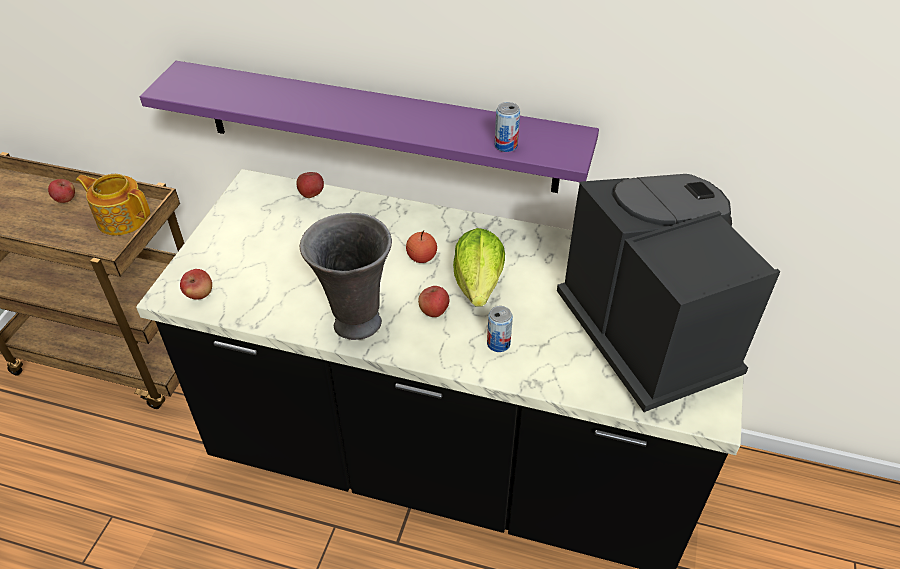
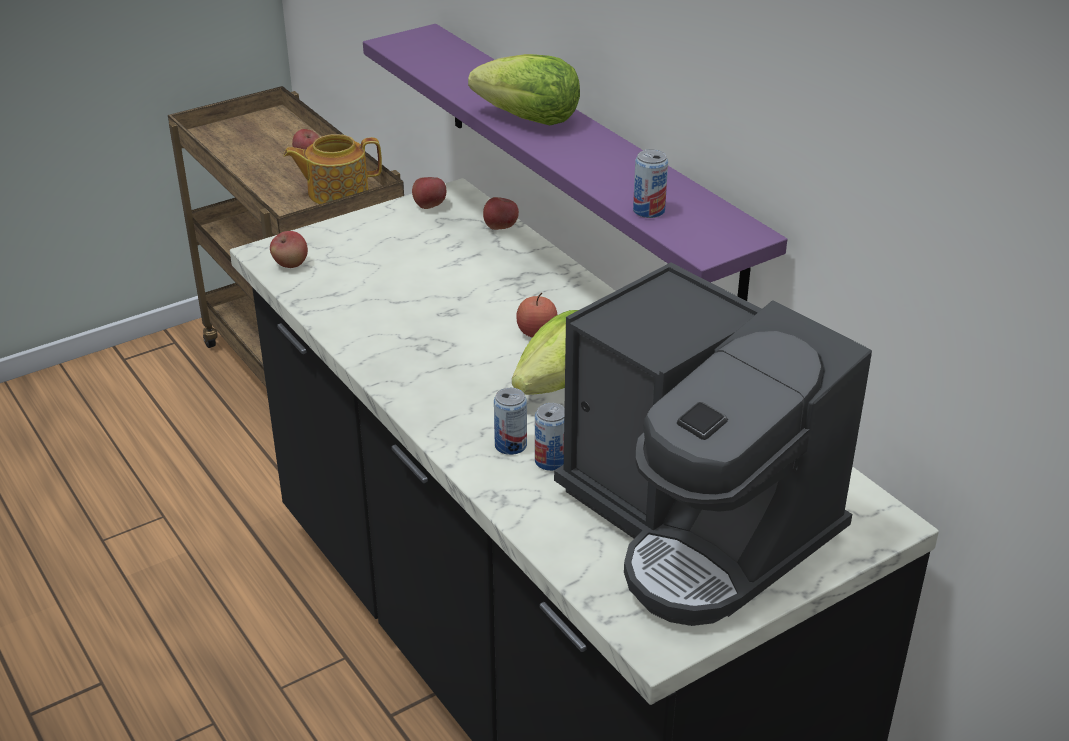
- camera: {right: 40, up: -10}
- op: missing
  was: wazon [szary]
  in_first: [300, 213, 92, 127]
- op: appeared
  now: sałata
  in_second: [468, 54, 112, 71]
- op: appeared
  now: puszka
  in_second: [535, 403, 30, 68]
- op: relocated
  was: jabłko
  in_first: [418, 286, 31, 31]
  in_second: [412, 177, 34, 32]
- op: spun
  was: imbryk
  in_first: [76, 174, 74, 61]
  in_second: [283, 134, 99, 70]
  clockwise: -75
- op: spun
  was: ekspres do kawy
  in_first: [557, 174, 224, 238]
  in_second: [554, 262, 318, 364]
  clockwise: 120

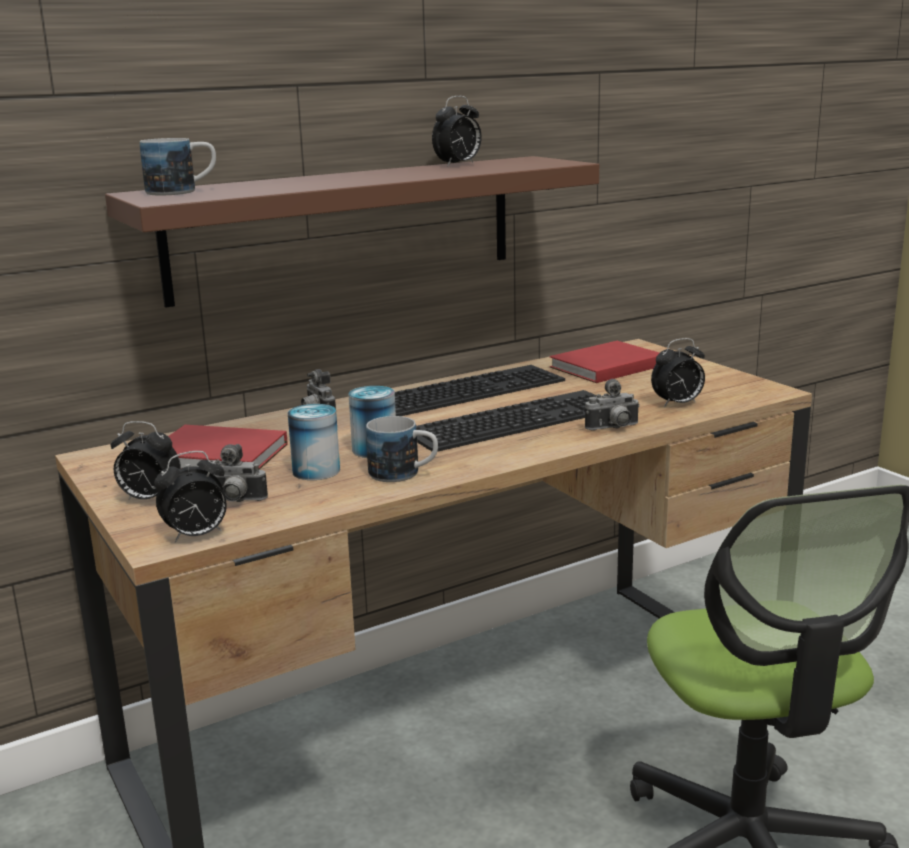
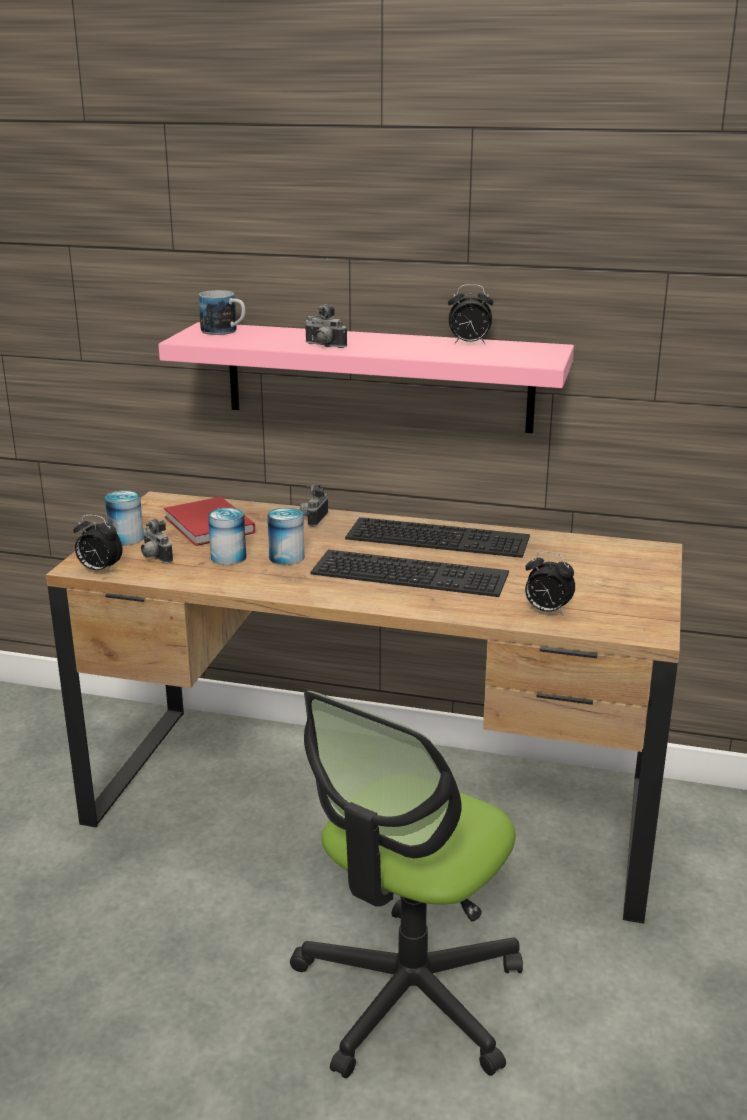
- camera: {right: 45, up: 5}
- op: missing
  was: kubek
  in_first: [366, 416, 72, 66]
- op: missing
  was: książka [czerwony]
  in_first: [550, 341, 109, 42]
- op: relocated
  was: aparat fotograficzny
  in_first: [585, 379, 55, 52]
  in_second: [304, 304, 43, 44]
- op: exchanged
  was: budzik
  now: puszka
  in_first: [111, 421, 70, 79]
  in_second: [105, 490, 39, 56]
- op: colour
  was: półka [brązowy]
  now: półka [różowy]
  in_first: [105, 156, 494, 152]
  in_second: [158, 322, 416, 111]

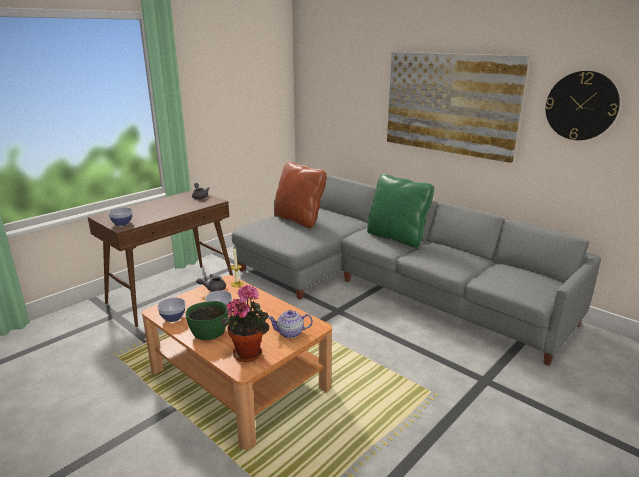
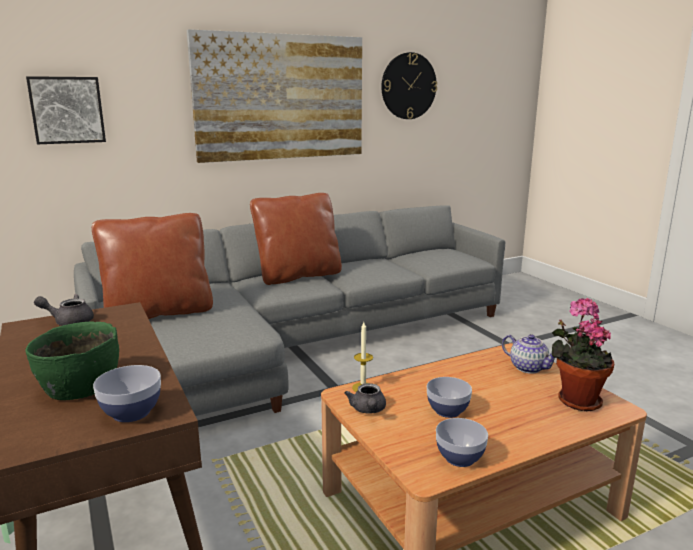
- camera: {right: -70, up: -5}
- op: appeared
  now: obraz
  in_second: [26, 76, 80, 68]
- op: relocated
  was: miska [zielony]
  in_first: [185, 301, 43, 39]
  in_second: [25, 321, 94, 79]
- op: colour
  was: poduszka [zielony]
  now: poduszka [brązowy]
  in_first: [367, 174, 67, 74]
  in_second: [250, 193, 92, 92]
- op: spun
  was: imbryk
  in_first: [268, 310, 45, 28]
  in_second: [502, 334, 53, 40]
  clockwise: -60

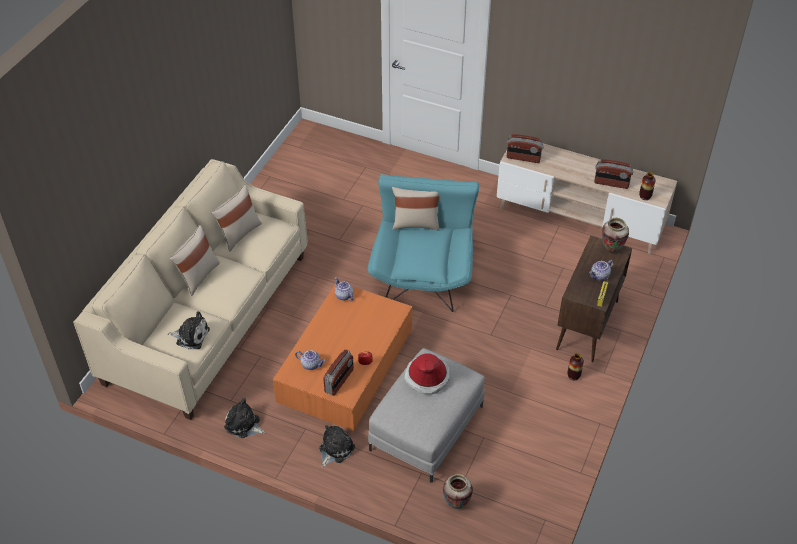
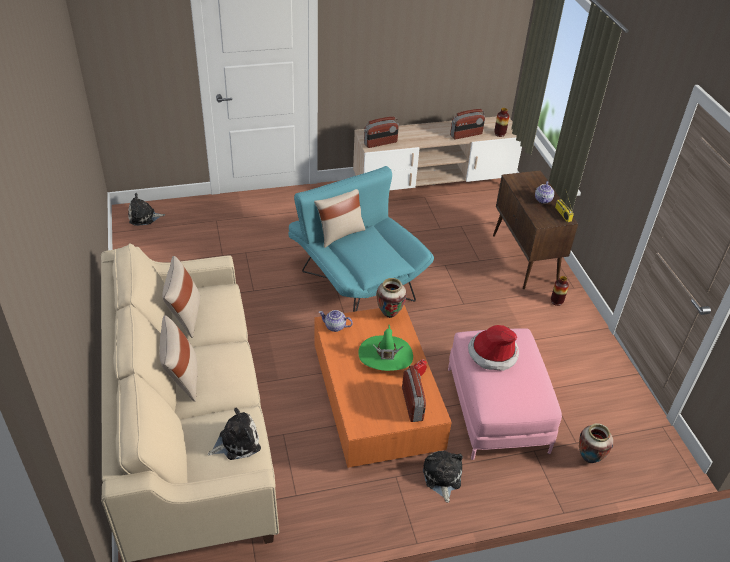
- camera: {right: -40, up: -5}
- op: missing
  was: imbryk
  in_first: [295, 350, 30, 20]
- op: appeared
  now: kapelusz [zielony]
  in_second: [358, 325, 55, 46]
- op: relocated
  was: pluszak
  in_first: [224, 398, 41, 40]
  in_second: [128, 193, 37, 33]
- op: relocated
  was: wazon
  in_first: [601, 218, 28, 35]
  in_second: [376, 278, 31, 40]
- op: colour
  was: pufa [szary]
  now: pufa [różowy]
  in_first: [368, 348, 117, 135]
  in_second: [448, 328, 114, 132]

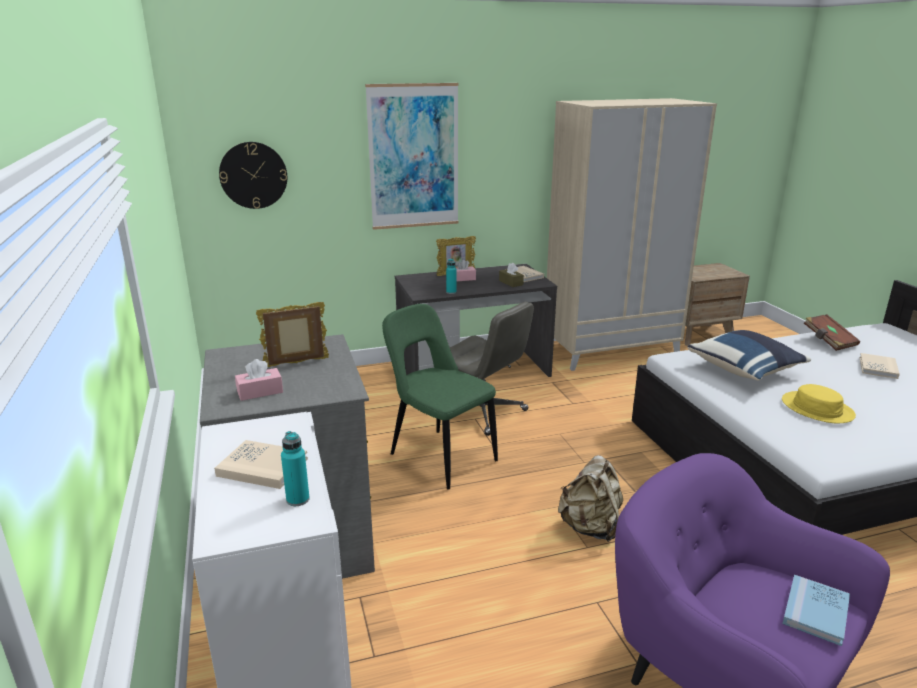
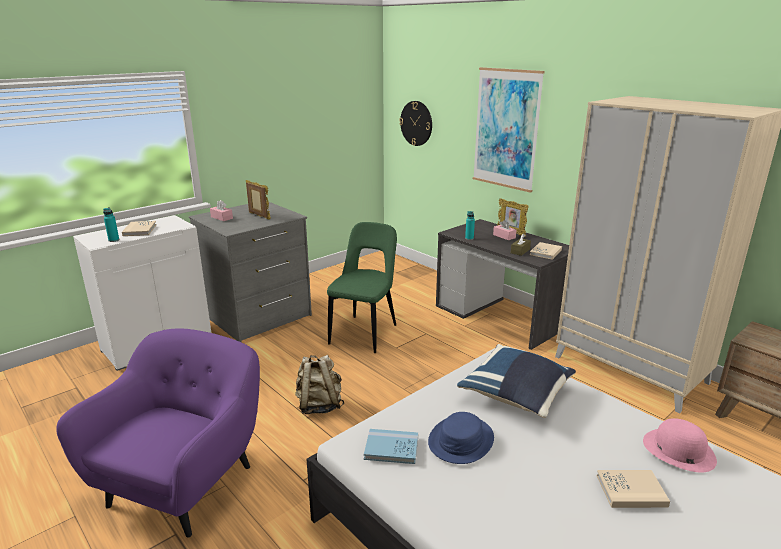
- camera: {right: 65, up: 0}
- op: missing
  was: krzesło biurowe [szary]
  in_first: [449, 301, 85, 135]
- op: relocated
  was: książka [niebieski]
  in_first: [782, 574, 68, 72]
  in_second: [364, 429, 54, 35]
- op: exchanged
  was: książka [brązowy]
  now: kapelusz [różowy]
  in_first: [804, 314, 56, 37]
  in_second: [643, 418, 74, 55]
- op: colour
  was: kapelusz [żółty]
  now: kapelusz [niebieski]
  in_first: [782, 384, 74, 39]
  in_second: [428, 412, 66, 52]

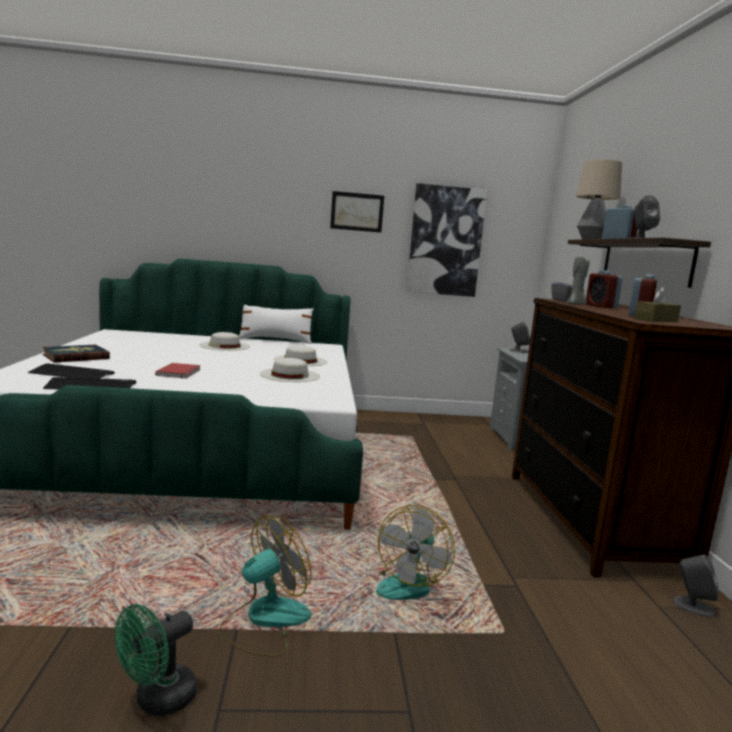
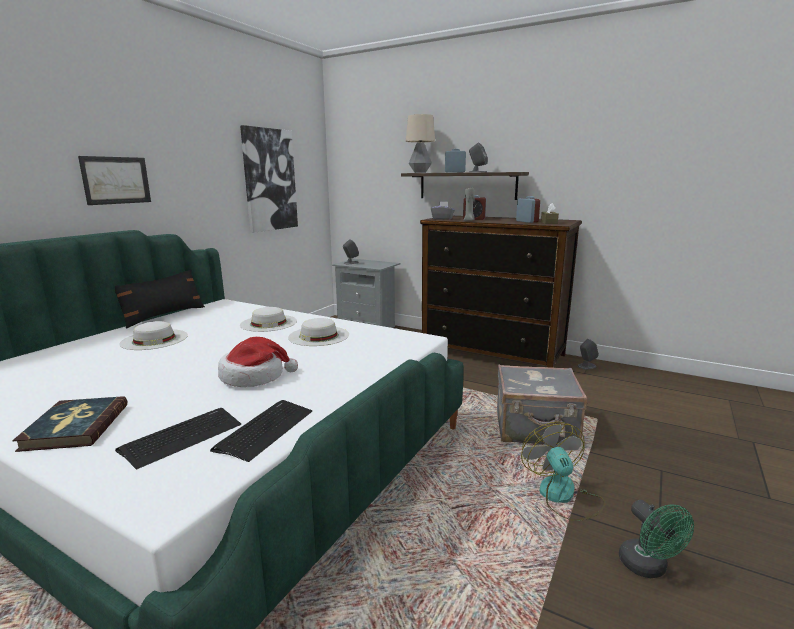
- camera: {right: -55, up: 5}
- op: relocated
  was: obraz
  in_first: [330, 191, 54, 42]
  in_second: [78, 156, 73, 49]
- op: exchanged
  was: książka [czerwony]
  now: kapelusz
  in_first: [155, 363, 46, 15]
  in_second: [218, 337, 80, 50]
- op: exchanged
  was: wentylator
  now: walizka [szary]
  in_first: [376, 505, 79, 95]
  in_second: [497, 365, 90, 82]
- op: colour
  was: poduszka [biały]
  now: poduszka [czarny]
  in_first: [239, 305, 75, 39]
  in_second: [115, 269, 90, 59]

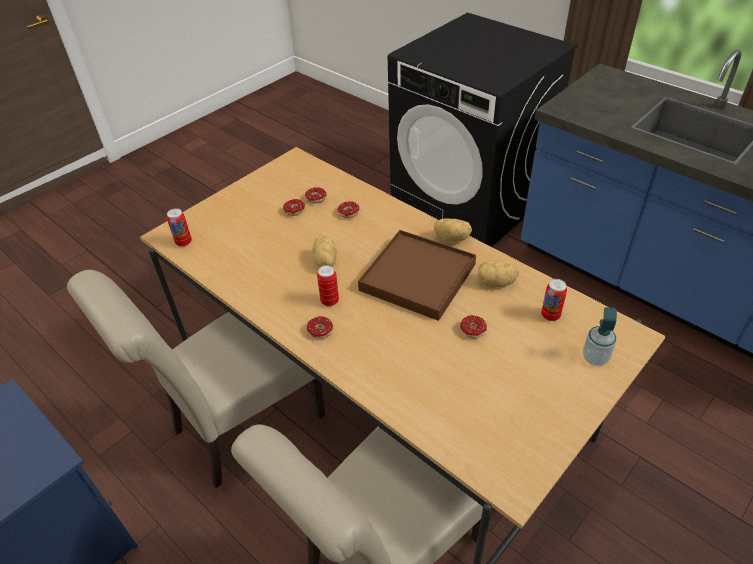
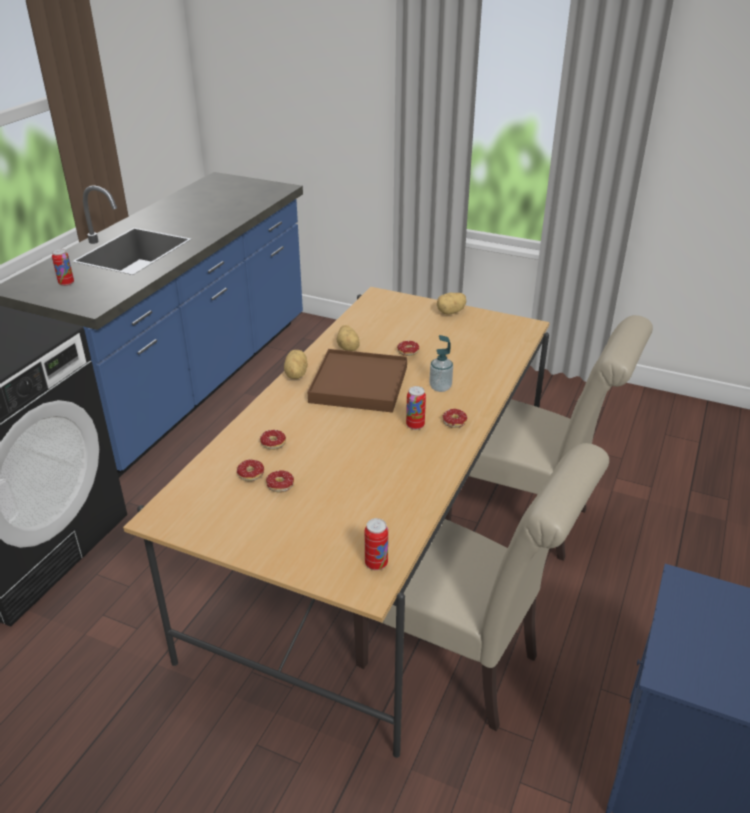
- camera: {right: -110, up: -10}
- op: relocated
  was: ziemniak
  in_first: [313, 236, 24, 31]
  in_second: [437, 293, 29, 22]
- op: relocated
  was: puszka
  in_first: [541, 279, 26, 42]
  in_second: [52, 249, 22, 37]
- op: relocated
  was: dozownik mydła
  in_first: [583, 307, 34, 59]
  in_second: [429, 335, 24, 57]

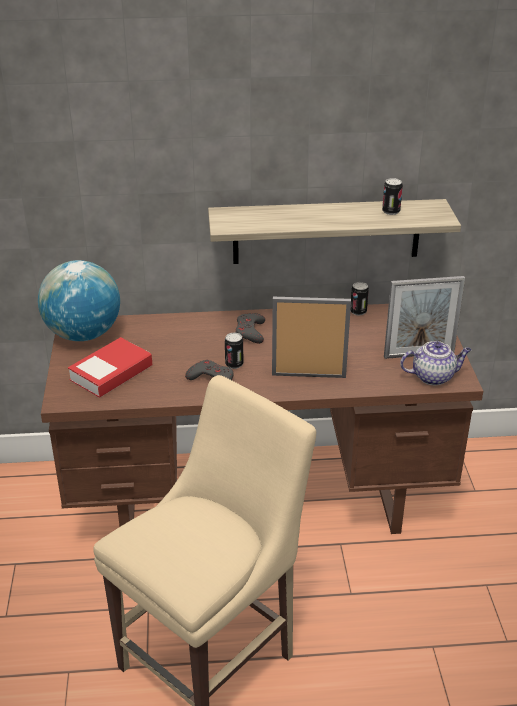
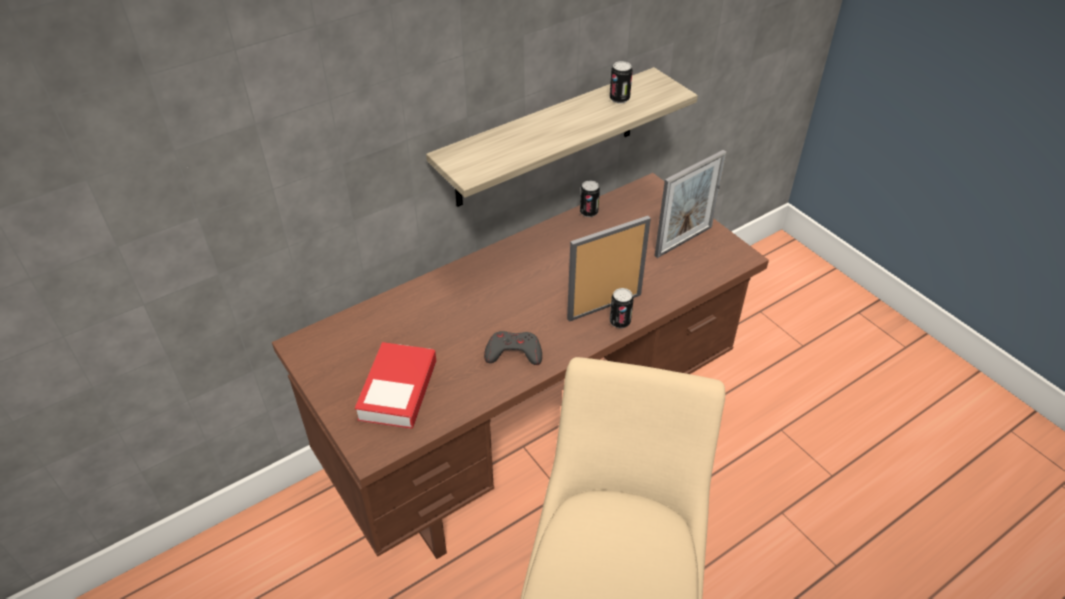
- camera: {right: -30, up: 10}
- op: missing
  was: globus
  in_first: [38, 260, 82, 81]
- op: missing
  was: pad do gier [szary]
  in_first: [235, 313, 30, 31]
- op: missing
  was: imbryk
  in_first: [400, 341, 71, 44]
- op: relocated
  was: puszka
  in_first: [225, 333, 18, 36]
  in_second: [610, 288, 24, 40]

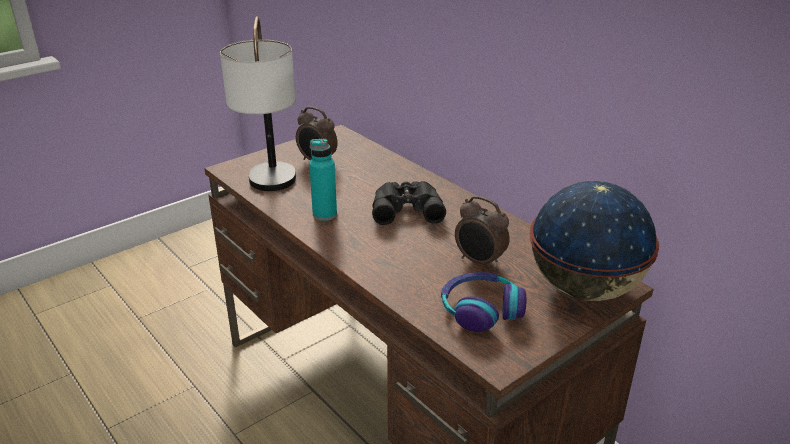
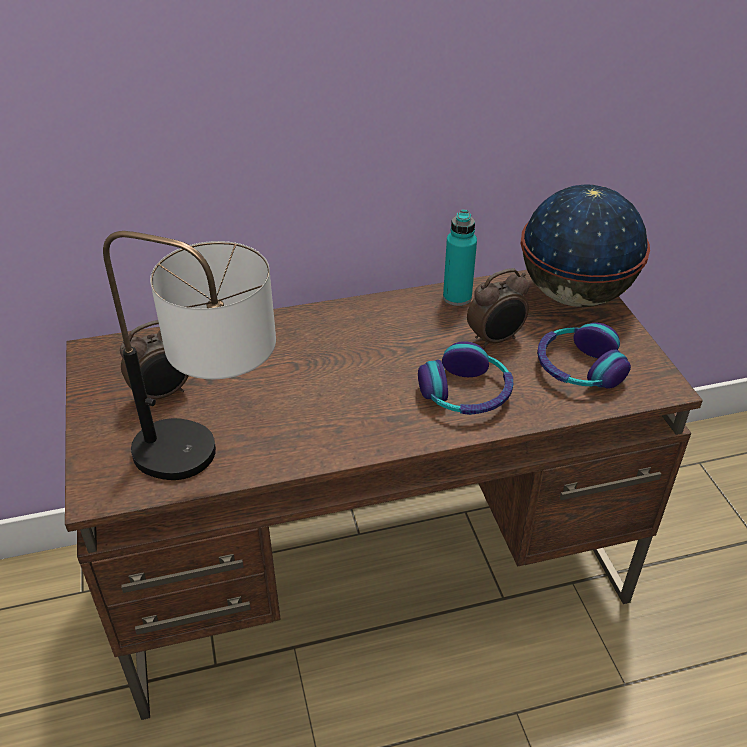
- camera: {right: -65, up: 10}
- op: missing
  was: lornetka [czarny]
  in_first: [372, 181, 74, 44]
- op: appeared
  now: słuchawki
  in_second: [418, 341, 95, 74]
- op: relocated
  was: butelka [turkusowy]
  in_first: [309, 139, 28, 82]
  in_second: [443, 210, 34, 96]

